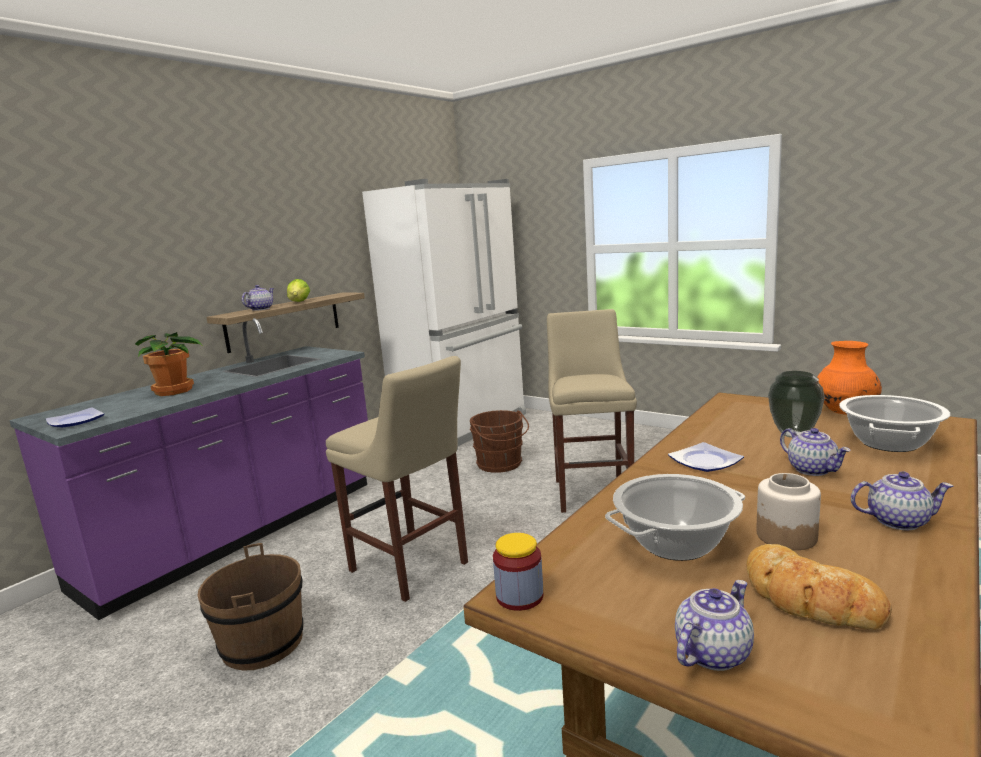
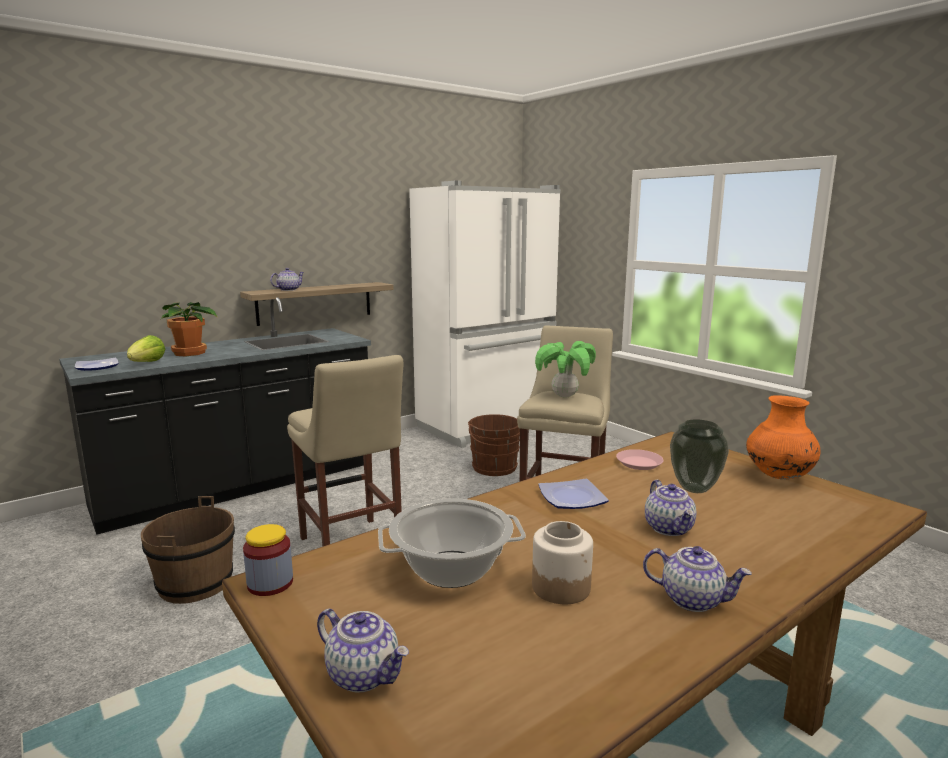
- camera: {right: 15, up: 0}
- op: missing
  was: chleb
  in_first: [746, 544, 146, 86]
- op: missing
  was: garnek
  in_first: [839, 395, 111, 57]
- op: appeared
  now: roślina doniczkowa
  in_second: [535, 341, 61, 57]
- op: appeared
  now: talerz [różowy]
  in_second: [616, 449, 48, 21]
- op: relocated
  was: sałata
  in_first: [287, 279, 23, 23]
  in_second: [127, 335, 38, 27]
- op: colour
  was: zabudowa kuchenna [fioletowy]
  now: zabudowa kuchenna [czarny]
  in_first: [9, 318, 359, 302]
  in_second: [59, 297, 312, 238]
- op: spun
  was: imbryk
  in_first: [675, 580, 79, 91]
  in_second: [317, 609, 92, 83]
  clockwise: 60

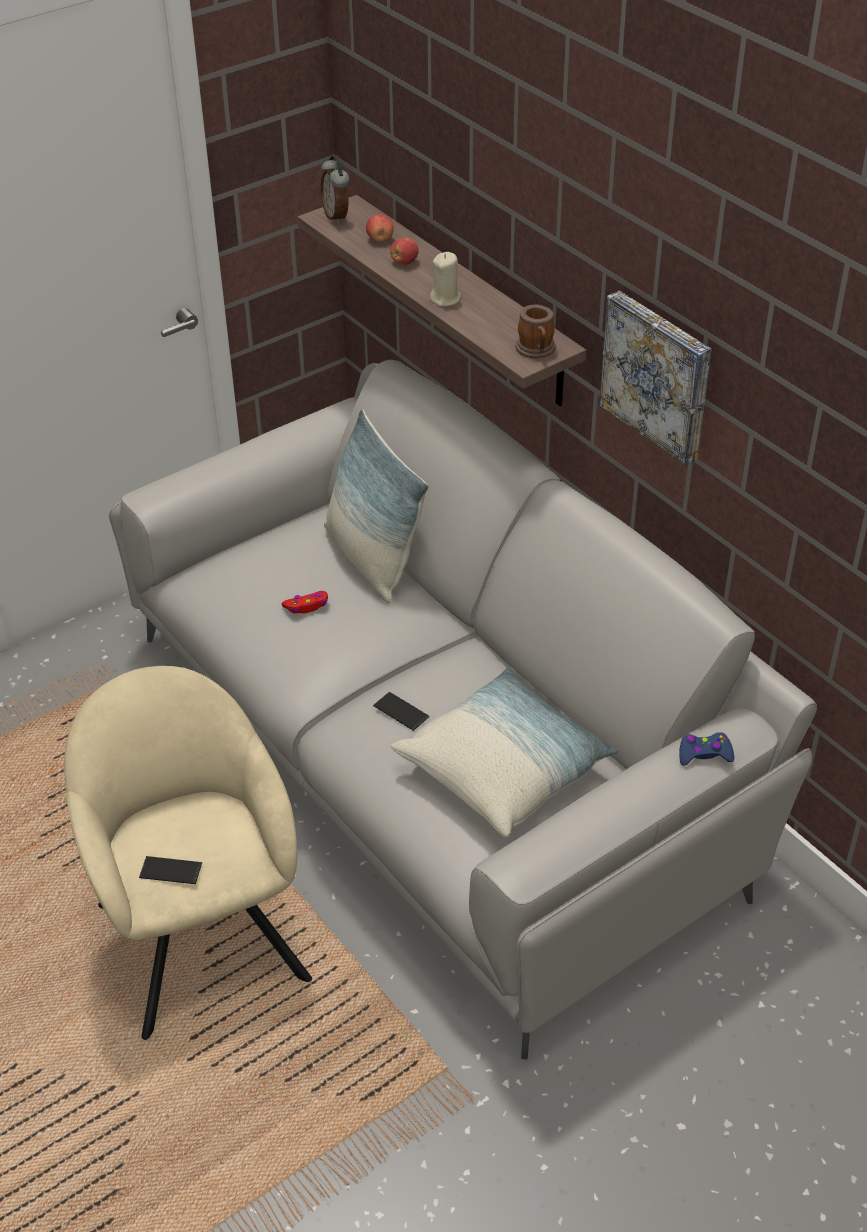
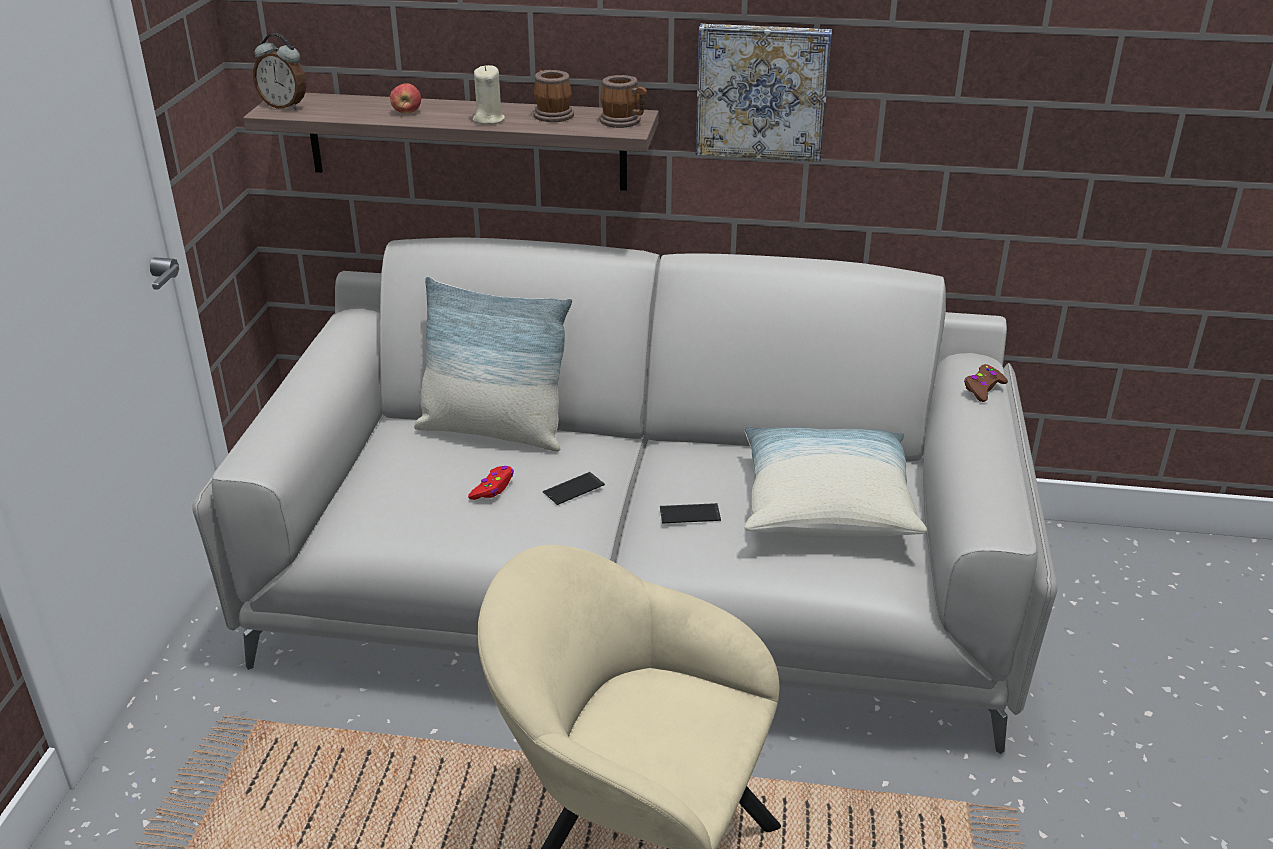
- camera: {right: -45, up: -10}
- op: missing
  was: jabłko
  in_first: [366, 214, 28, 28]
- op: appeared
  now: kubek
  in_second: [533, 70, 41, 52]
- op: relocated
  was: telefon
  in_first: [139, 856, 63, 28]
  in_second: [543, 472, 62, 33]
- op: colour
  was: pad do gier [niebieski]
  now: pad do gier [brązowy]
  in_first: [679, 732, 56, 34]
  in_second: [964, 364, 44, 38]

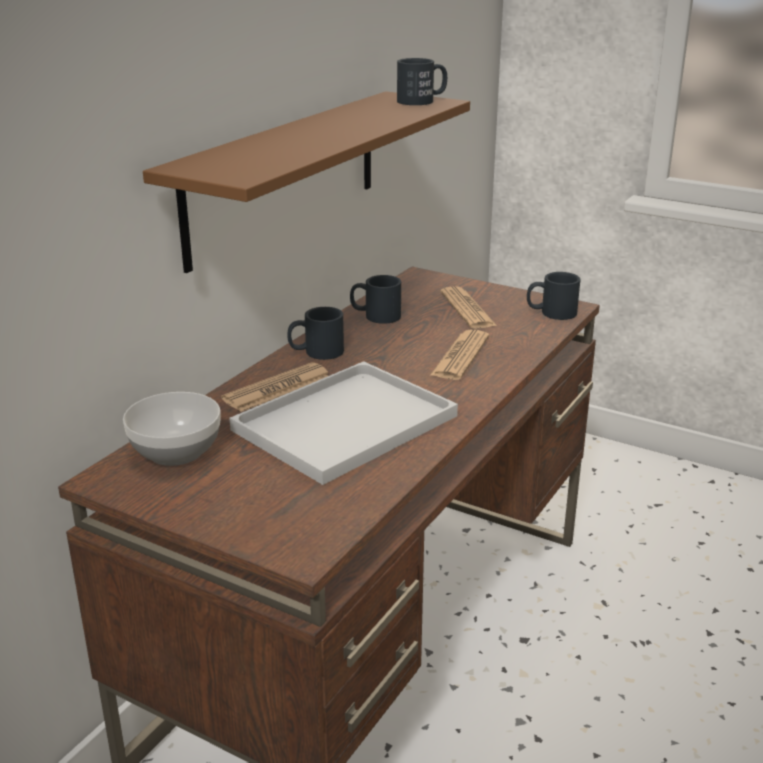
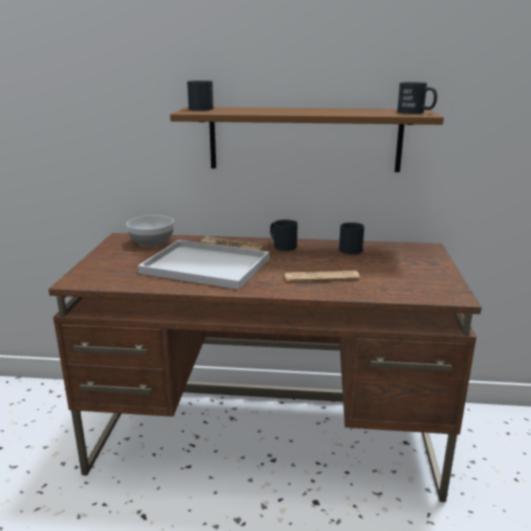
- camera: {right: 65, up: -5}
- op: missing
  was: gazeta
  in_first: [440, 286, 57, 43]
- op: relocated
  was: kubek [czarny]
  in_first: [527, 272, 54, 48]
  in_second: [187, 80, 26, 31]

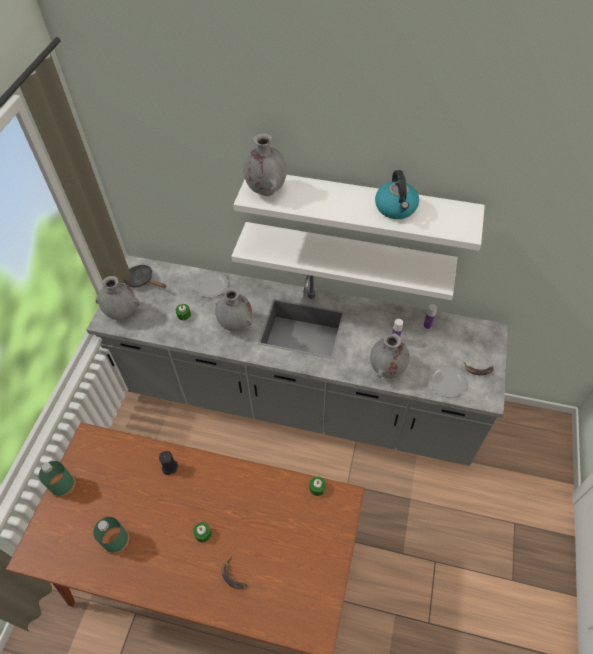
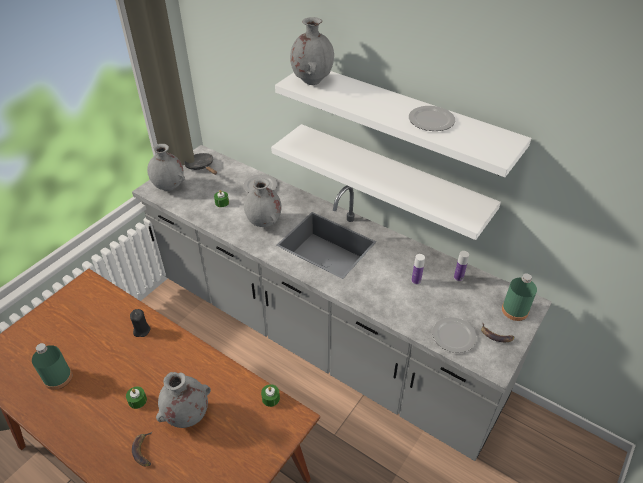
- camera: {right: 20, up: -10}
- op: relocated
  was: butelka [zielony]
  in_first: [39, 461, 37, 37]
  in_second: [502, 273, 35, 48]
- op: relocated
  was: wazon [szary]
  in_first: [370, 333, 40, 45]
  in_second: [156, 372, 55, 56]
- op: exchanged
  was: czajnik
  now: talerz
  in_first: [375, 170, 44, 49]
  in_second: [409, 106, 46, 25]

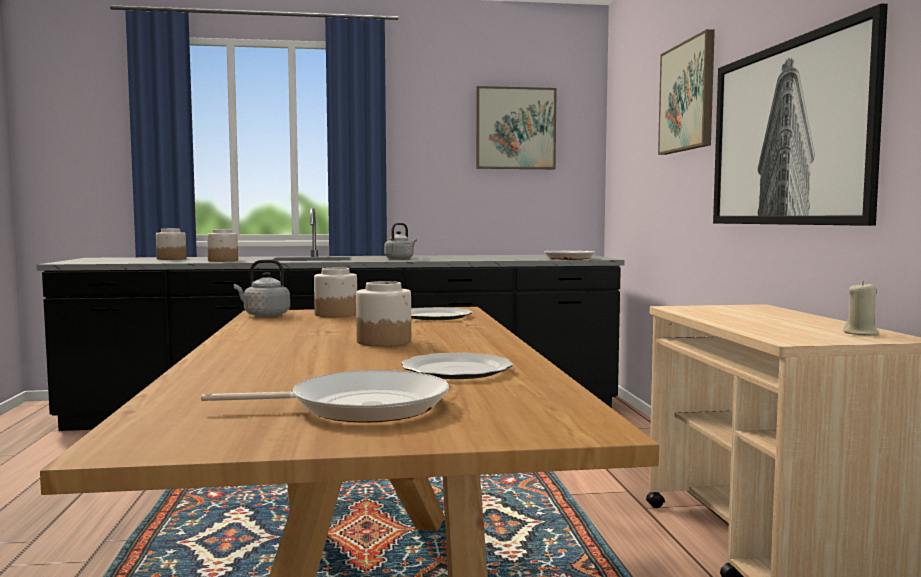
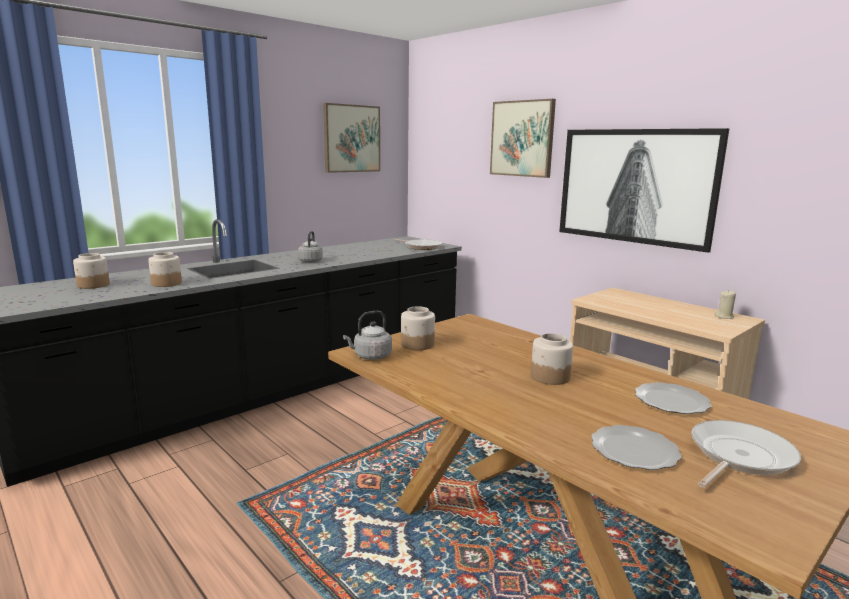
- camera: {right: -35, up: 10}
- op: relocated
  was: talerz
  in_first: [411, 307, 62, 13]
  in_second: [591, 425, 91, 45]

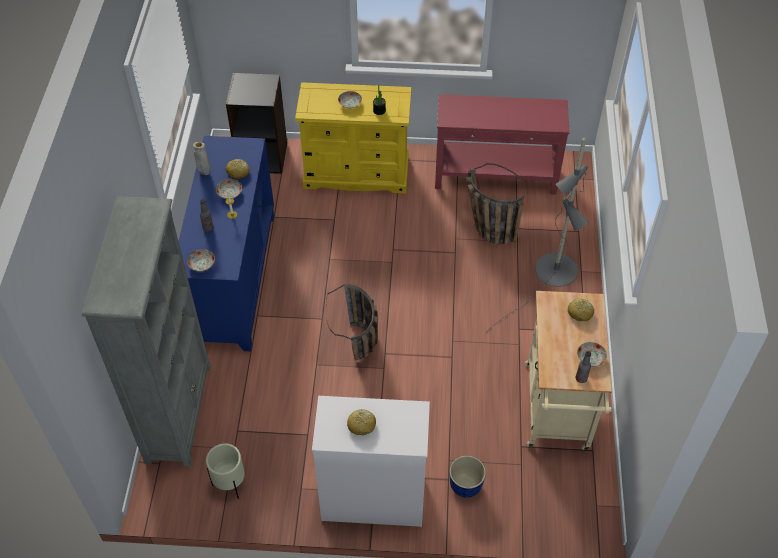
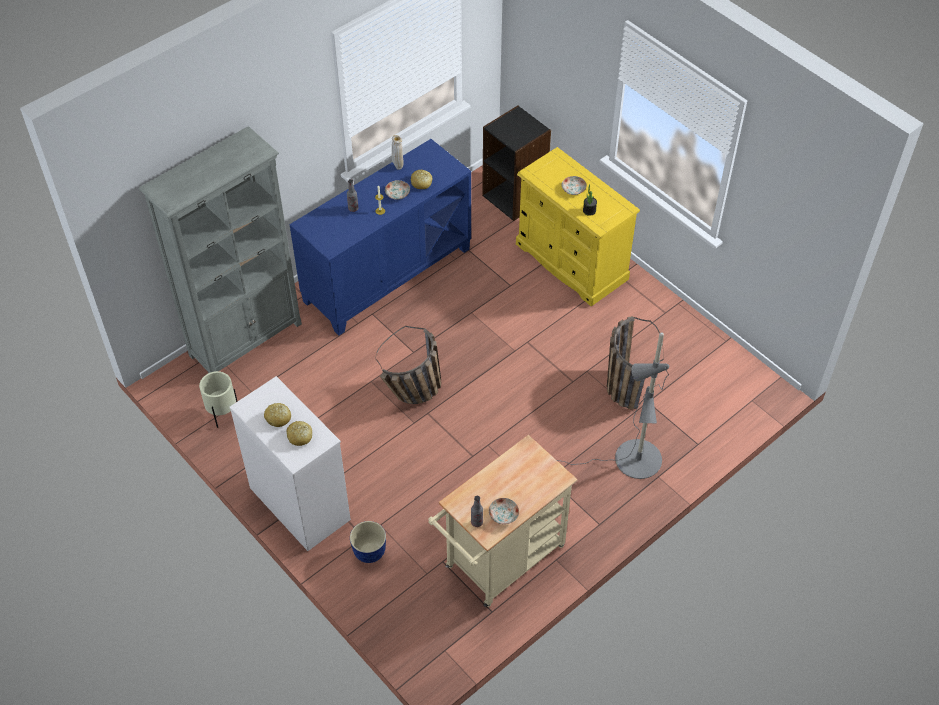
- camera: {right: 45, up: 0}
- op: missing
  was: talerz
  in_first: [187, 249, 28, 22]
- op: missing
  was: stolik konsolowy [czerwony]
  in_first: [435, 94, 135, 101]
- op: relocated
  was: chleb
  in_first: [568, 299, 26, 22]
  in_second: [286, 421, 26, 25]

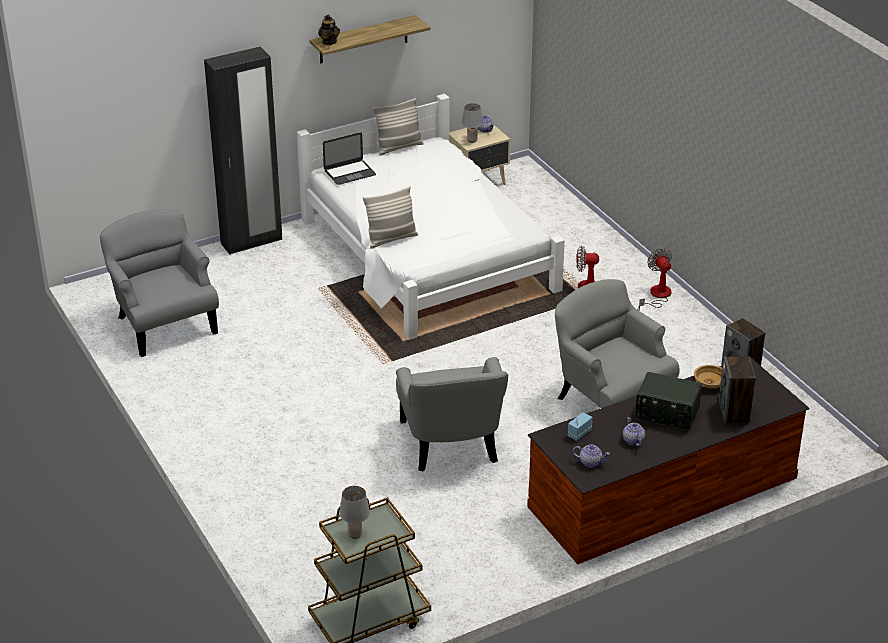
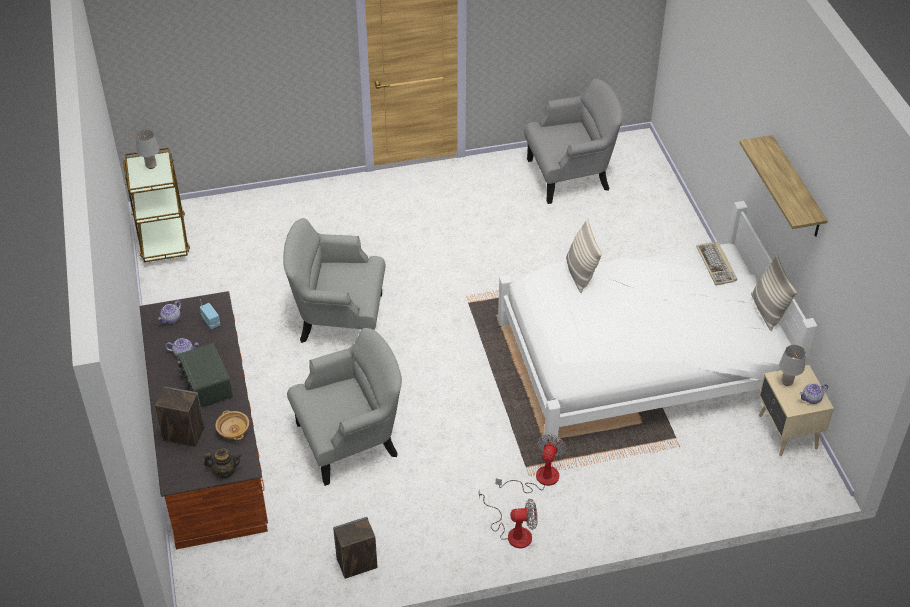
- camera: {right: 105, up: 10}
- op: missing
  was: szafa [czarny]
  in_first: [204, 47, 78, 207]
- op: relocated
  was: imbryk
  in_first: [318, 15, 22, 30]
  in_second: [204, 448, 38, 30]
- op: exchanged
  was: laptop
  now: klawiatura
  in_first: [323, 132, 53, 53]
  in_second: [696, 242, 41, 43]
- op: spun
  was: radio
  in_first: [635, 372, 67, 59]
  in_second: [177, 343, 56, 64]
  clockwise: -60

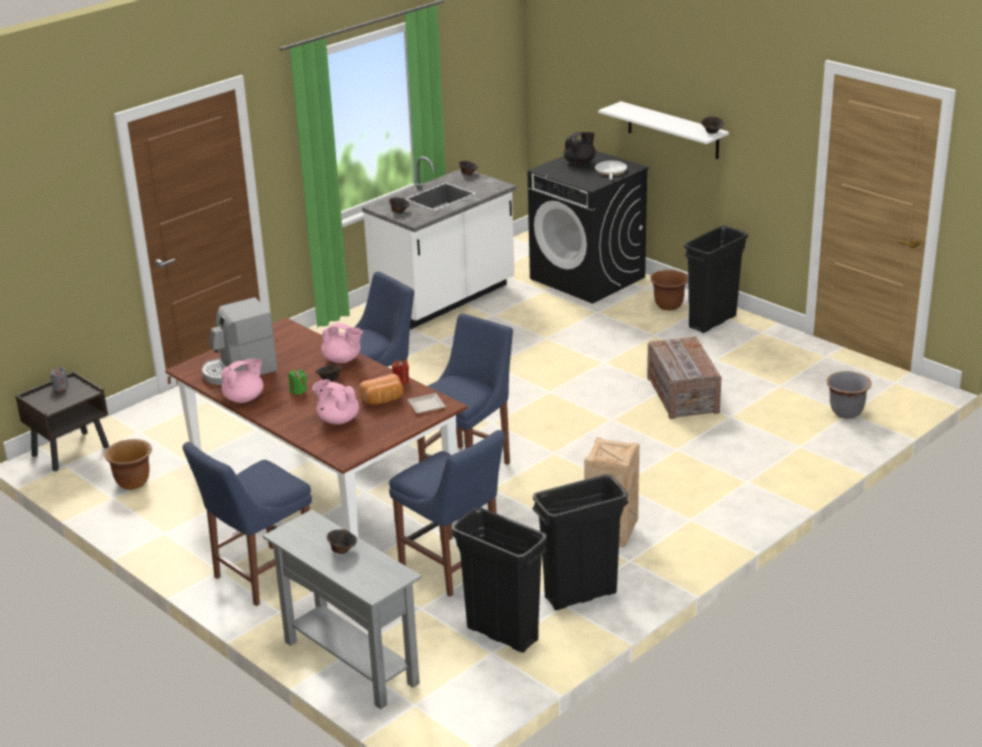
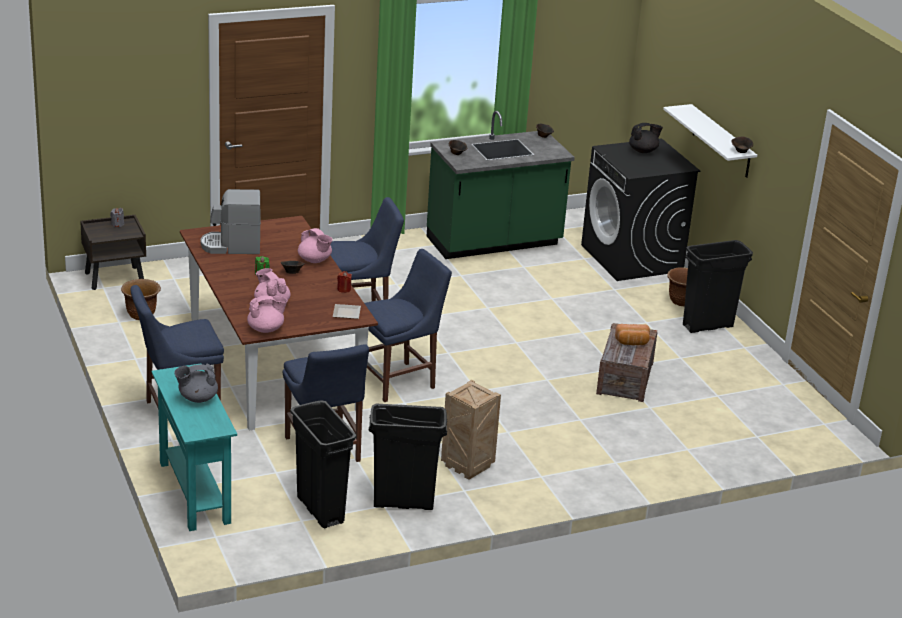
- camera: {right: 20, up: 0}
- op: missing
  was: patelnia
  in_first: [595, 161, 32, 19]
- op: missing
  was: donica [szary]
  in_first: [826, 371, 46, 48]
- op: relocated
  was: imbryk [różowy]
  in_first: [222, 359, 41, 44]
  in_second: [247, 296, 41, 37]
- op: relocated
  was: chleb
  in_first: [359, 374, 44, 31]
  in_second: [615, 324, 35, 21]
- op: exchanged
  was: miska [brązowy]
  now: imbryk [szary]
  in_first: [327, 529, 30, 25]
  in_second: [174, 364, 44, 39]
- op: colour
  was: stolik konsolowy [szary]
  now: stolik konsolowy [turkusowy]
  in_first: [263, 509, 159, 200]
  in_second: [152, 363, 85, 168]
- op: colour
  was: zabudowa kuchenna [biały]
  now: zabudowa kuchenna [zielony]
  in_first: [362, 157, 154, 173]
  in_second: [427, 111, 148, 148]

